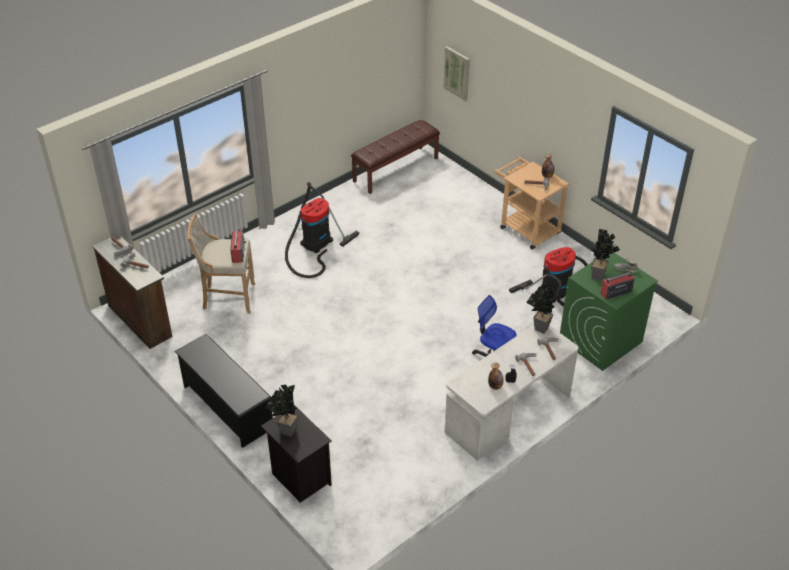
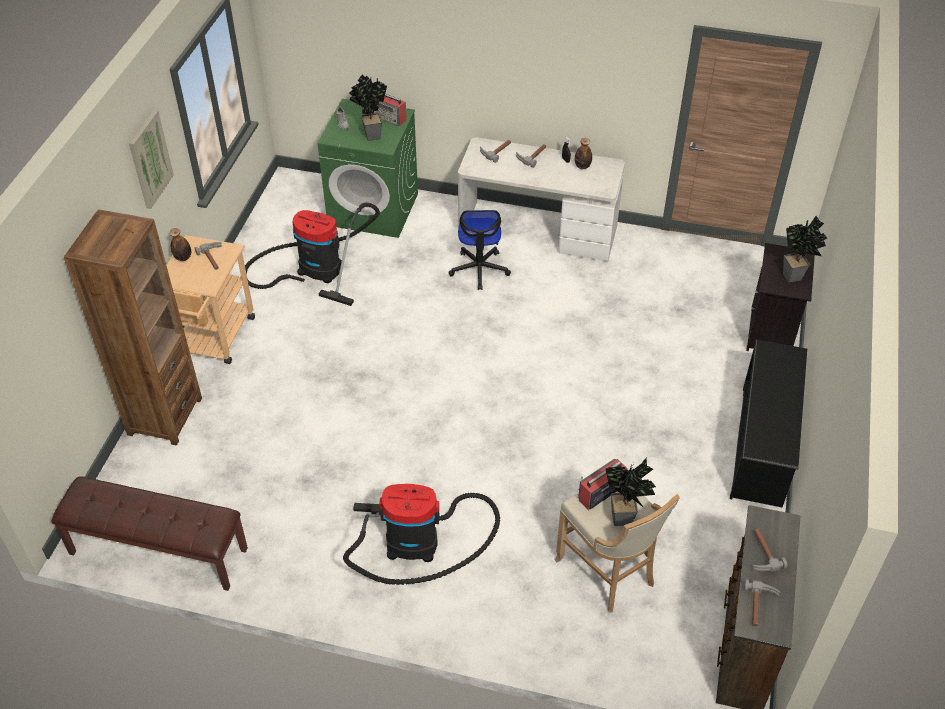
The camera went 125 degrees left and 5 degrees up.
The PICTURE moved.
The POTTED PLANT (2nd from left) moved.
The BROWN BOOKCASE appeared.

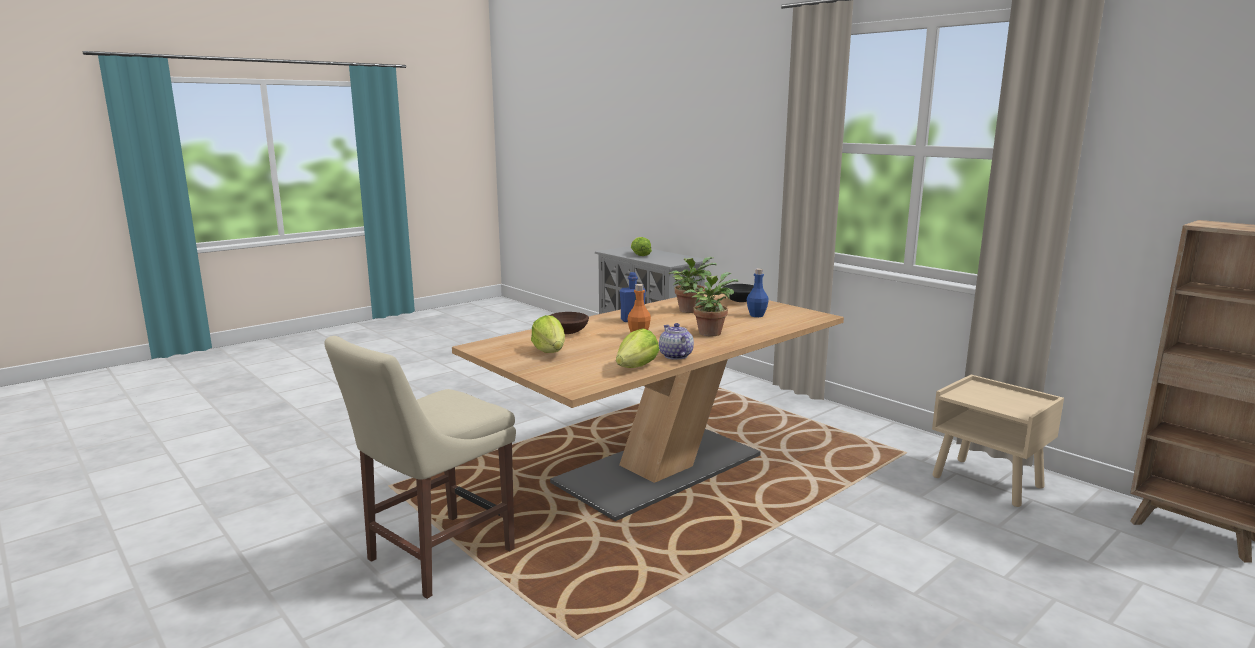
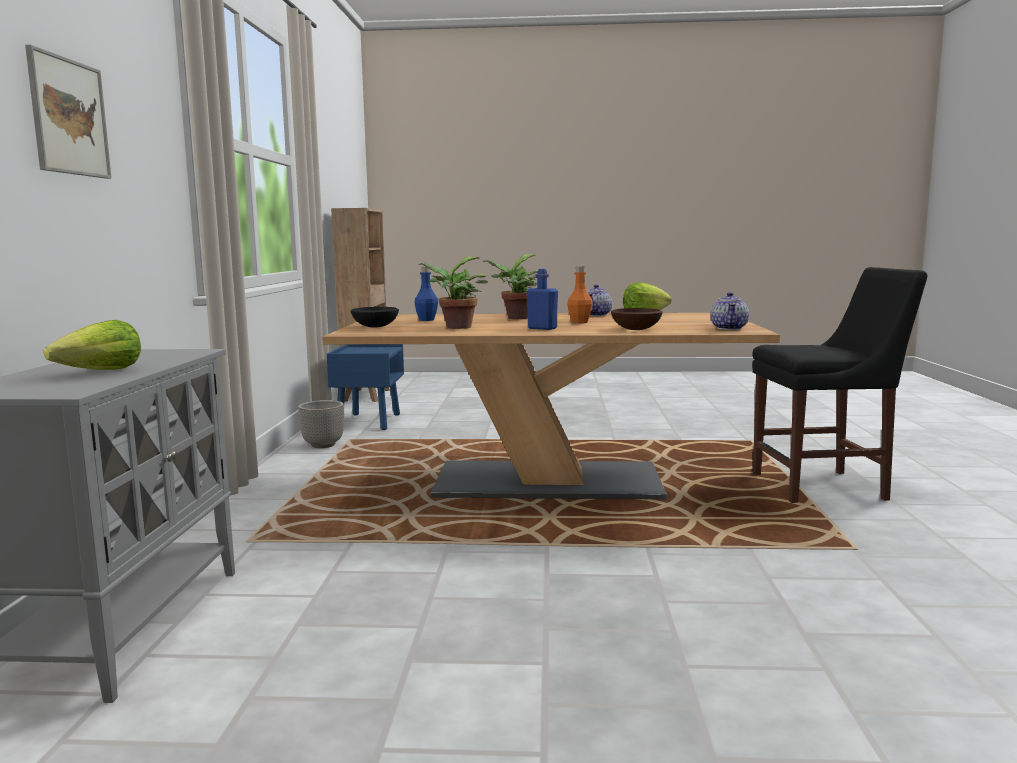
The camera went 135 degrees left and 5 degrees down.
The BEIGE CHAIR became the BLACK CHAIR.
The LETTUCE (1st from left) disappeared.
The BEIGE NIGHTSTAND became the BLUE NIGHTSTAND.
The PICTURE appeared.
The PLANTER appeared.
The TEAPOT (2nd from left) appeared.

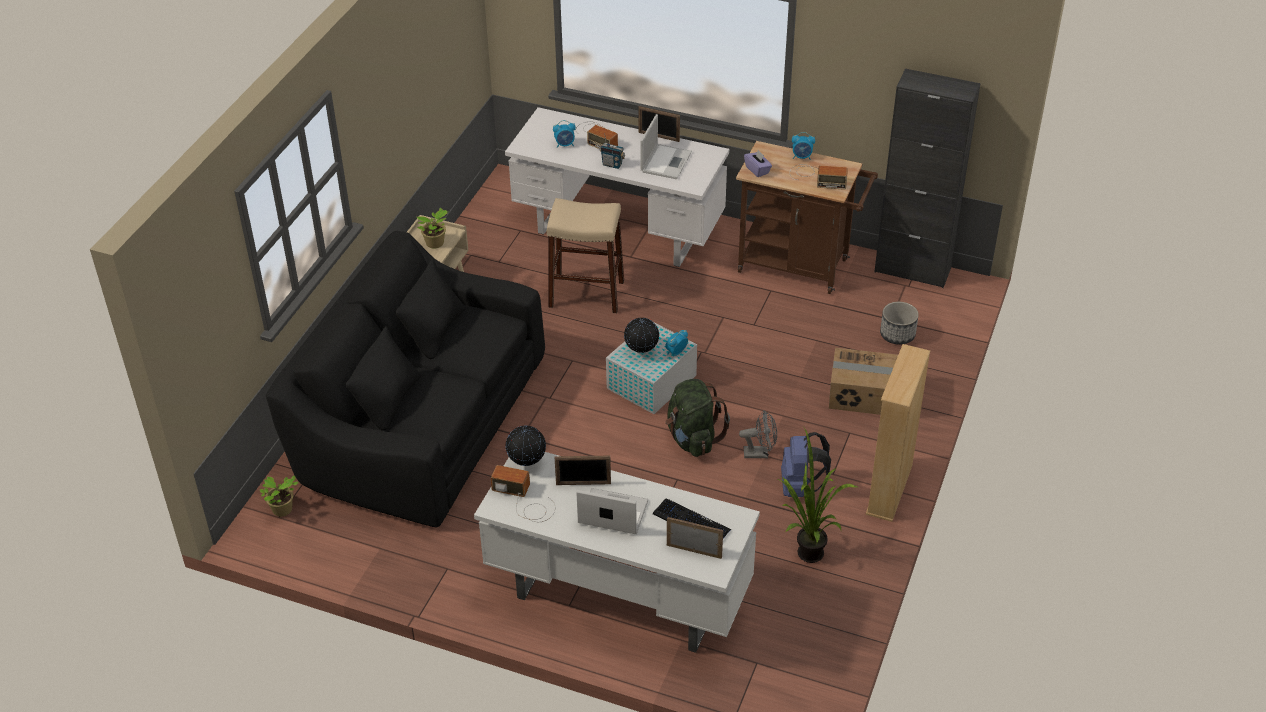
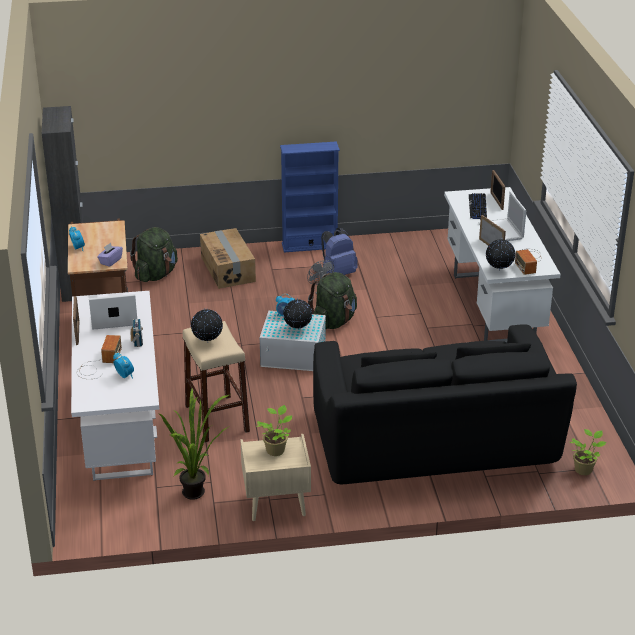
The camera went 120 degrees left and 10 degrees down.
The POTTED PLANT (3rd from left in the first image) moved.
The RADIO (4th from left) disappeared.
The BEIGE BOOKCASE became the BLUE BOOKCASE.
The PLANTER was replaced by the GREEN BACKPACK (1st from left).
The GLOBE (1st from left) appeared.

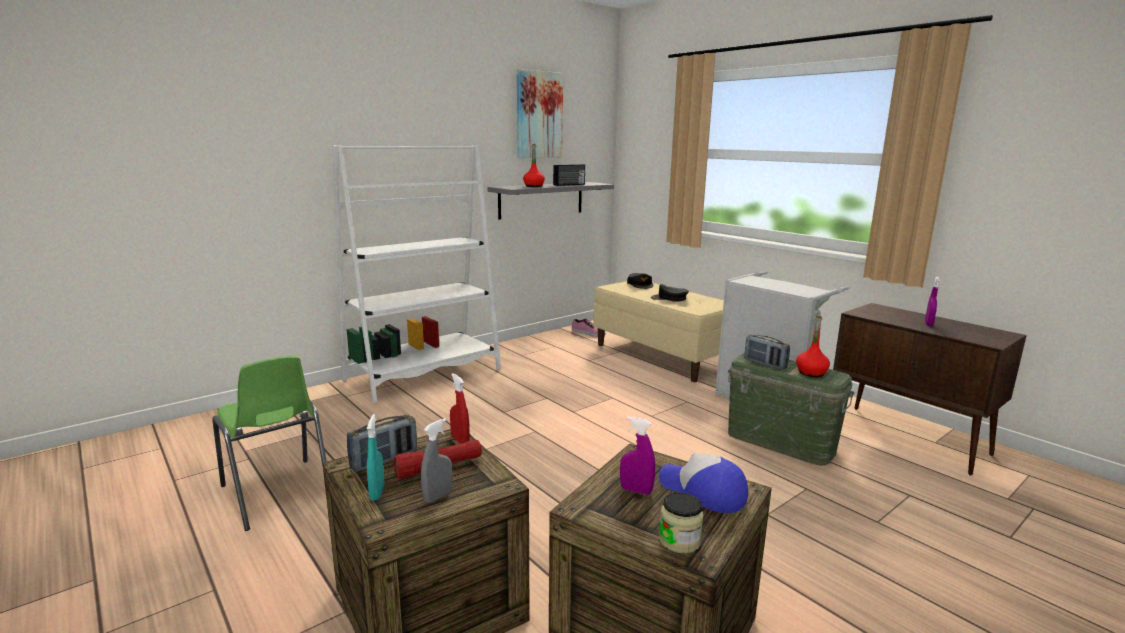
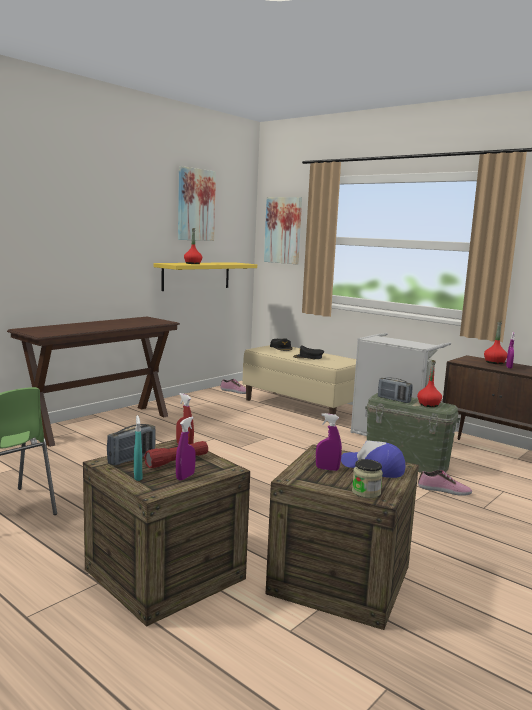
The camera went 10 degrees left and 5 degrees down.
The WHITE BOOKCASE was replaced by the BROWN CONSOLE TABLE.
The GREY SPRAY BOTTLE became the PURPLE SPRAY BOTTLE (1st from left).
The GREY SHELF became the YELLOW SHELF.
The RADIO (2nd from left) disappeared.
The PICTURE (2nd from left) appeared.
The SHOE (2nd from left) appeared.
The RED BOTTLE (3rd from left) appeared.

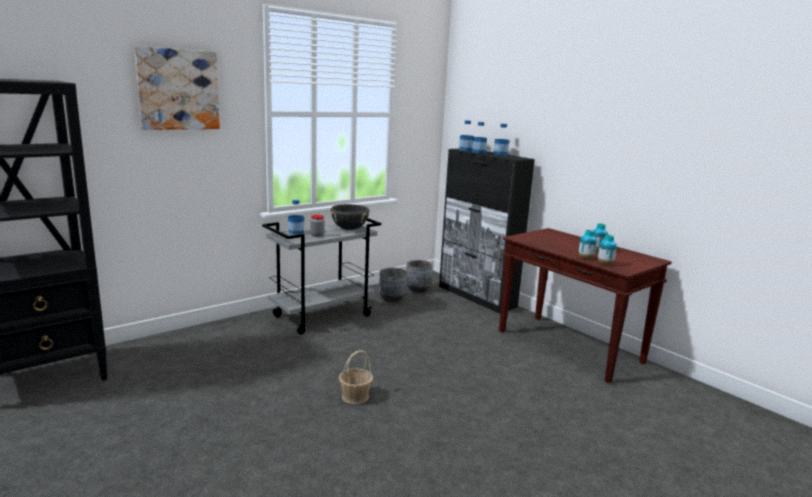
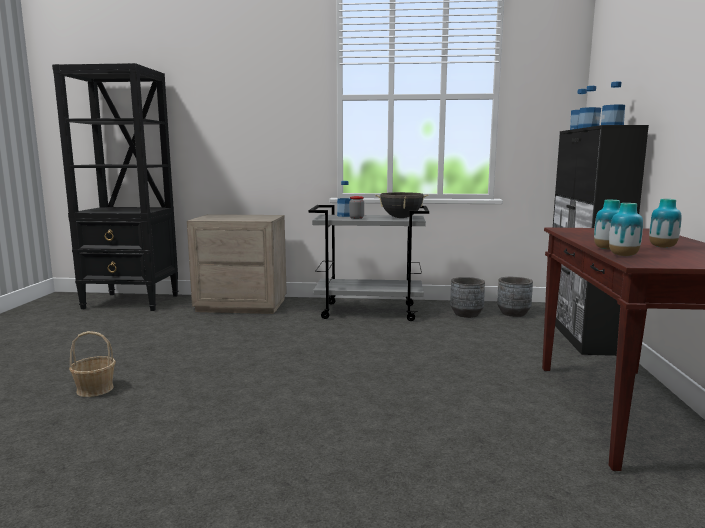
The camera went 45 degrees right and 5 degrees down.
The PICTURE disappeared.
The BASKET moved.
The BEIGE NIGHTSTAND appeared.

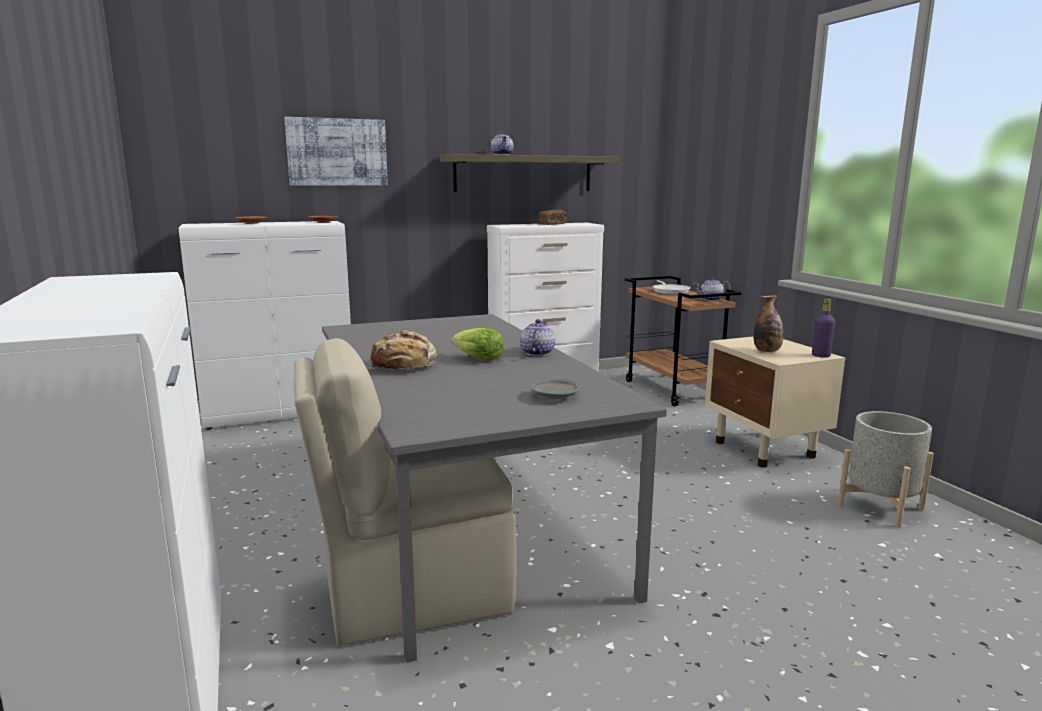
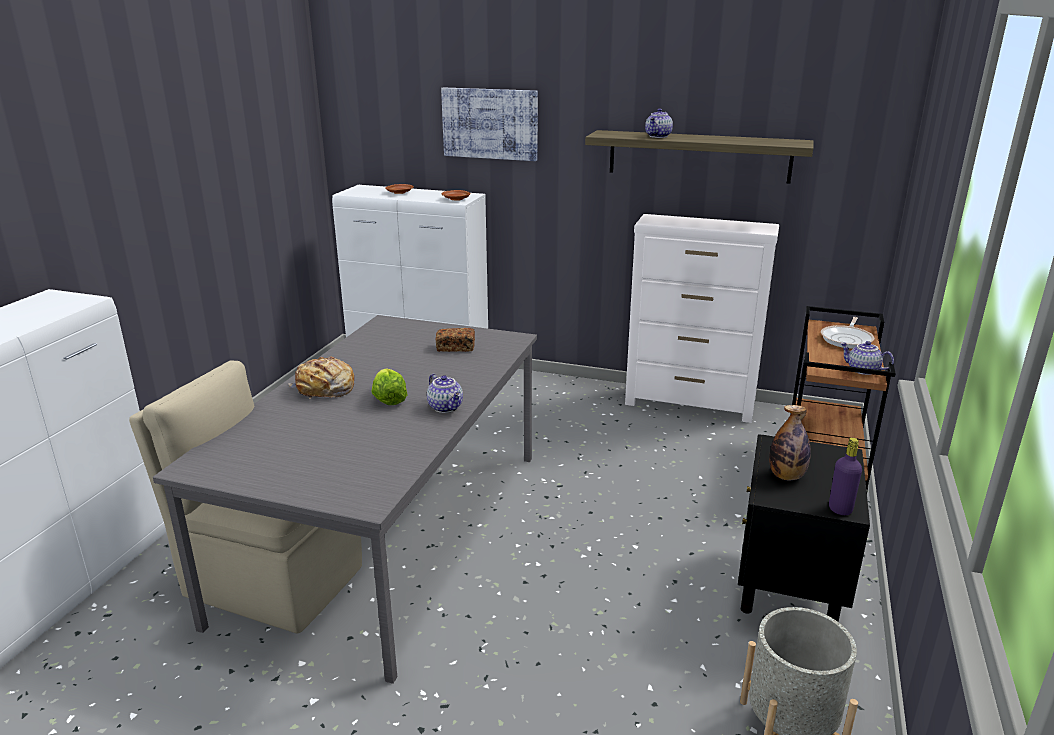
The camera went 40 degrees right and 10 degrees up.
The TEAPOT (2nd from left in the first image) turned 90 degrees clockwise.
The GREY PLATE disappeared.
The BREAD (2nd from left) moved.
The BEIGE NIGHTSTAND became the BLACK NIGHTSTAND.

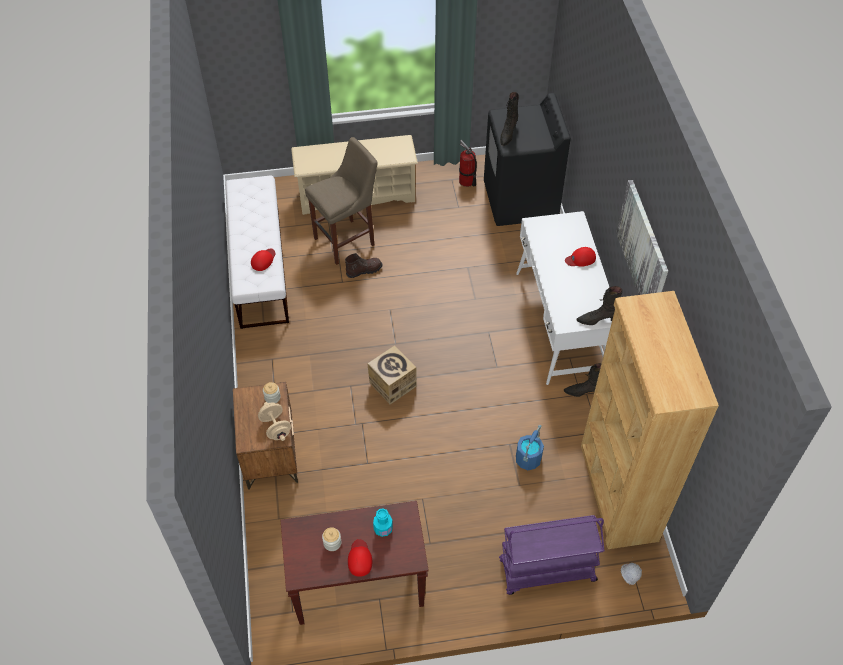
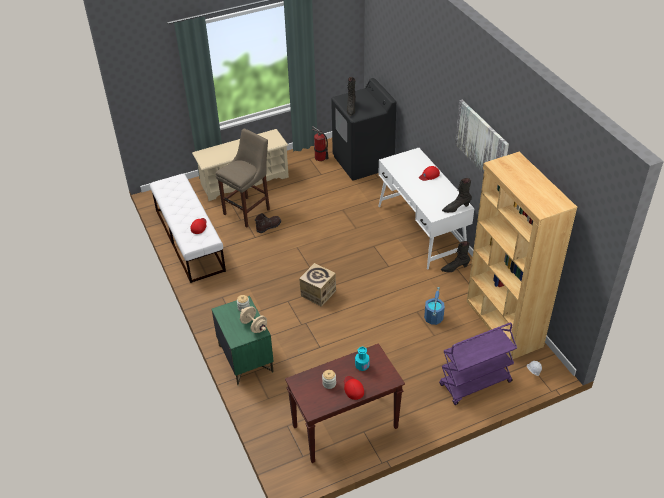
The camera went 15 degrees left and 10 degrees down.
The BROWN NIGHTSTAND became the GREEN NIGHTSTAND.

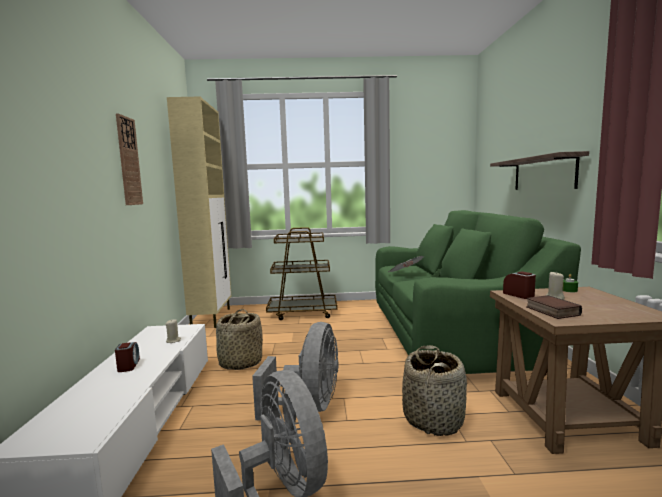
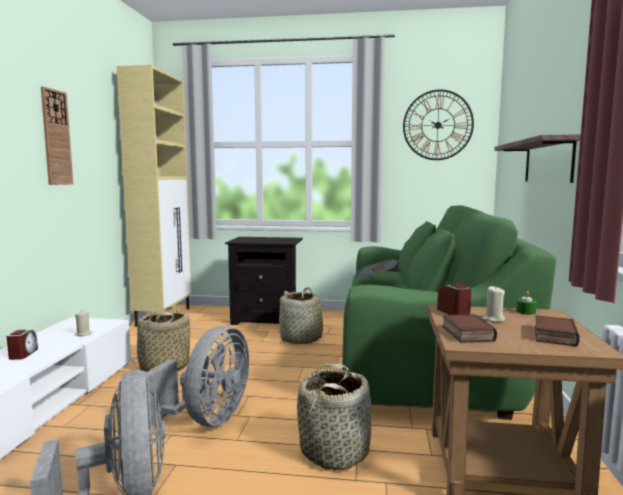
The camera went 10 degrees right and 0 degrees up.
The BROWN CART was replaced by the BLACK NIGHTSTAND.
The BASKET (2nd from left) appeared.
The WALL CLOCK (2nd from left) appeared.
The BOOK (2nd from left) appeared.

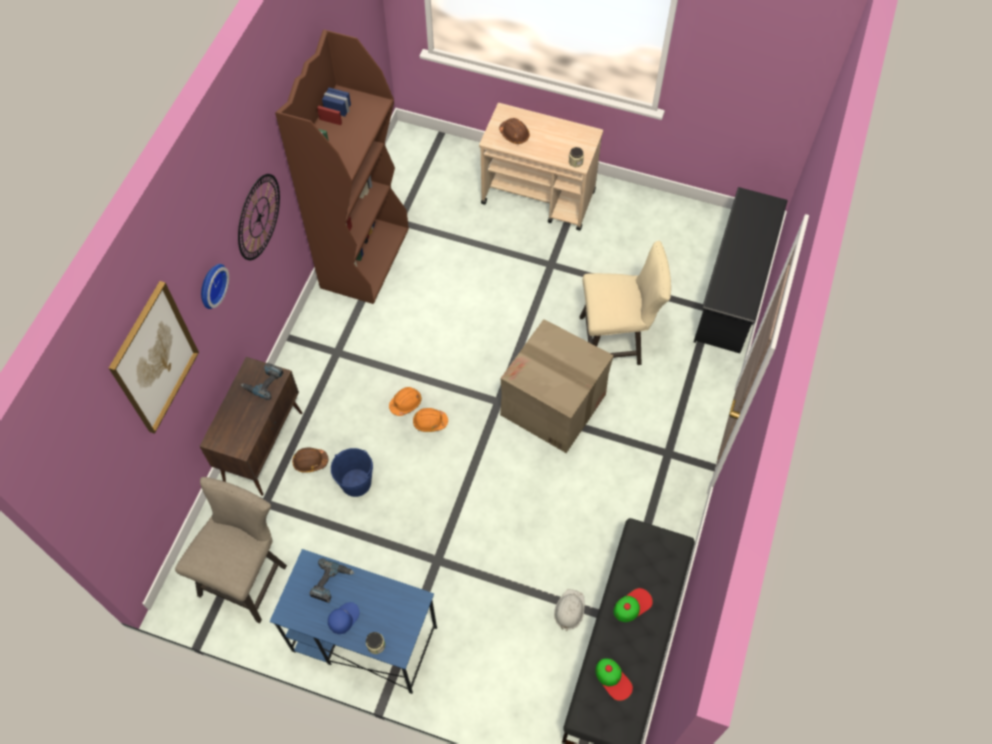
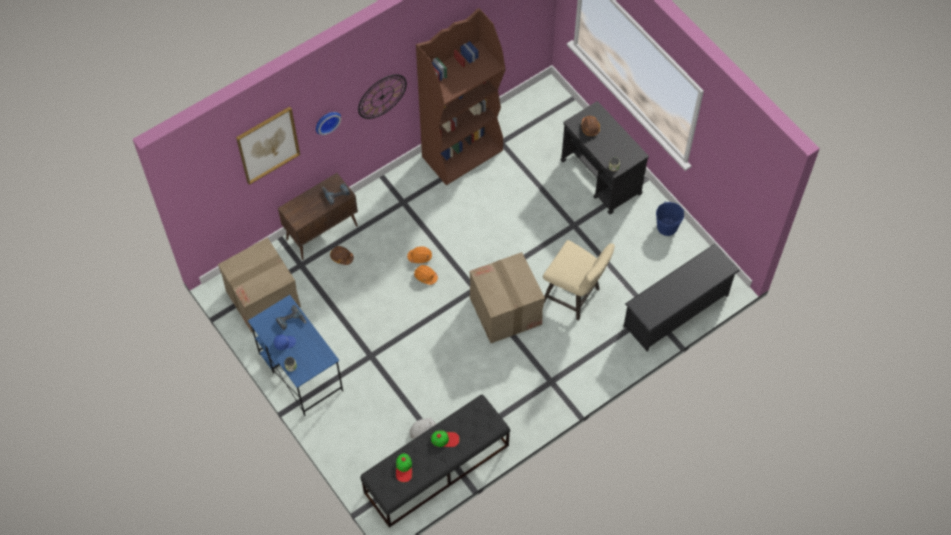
The camera went 35 degrees right and 0 degrees up.
The BEIGE STOOL (1st from left) was replaced by the CARDBOARD BOX (1st from left).
The BLUE BUCKET moved.
The BEIGE CART became the BLACK CART.

